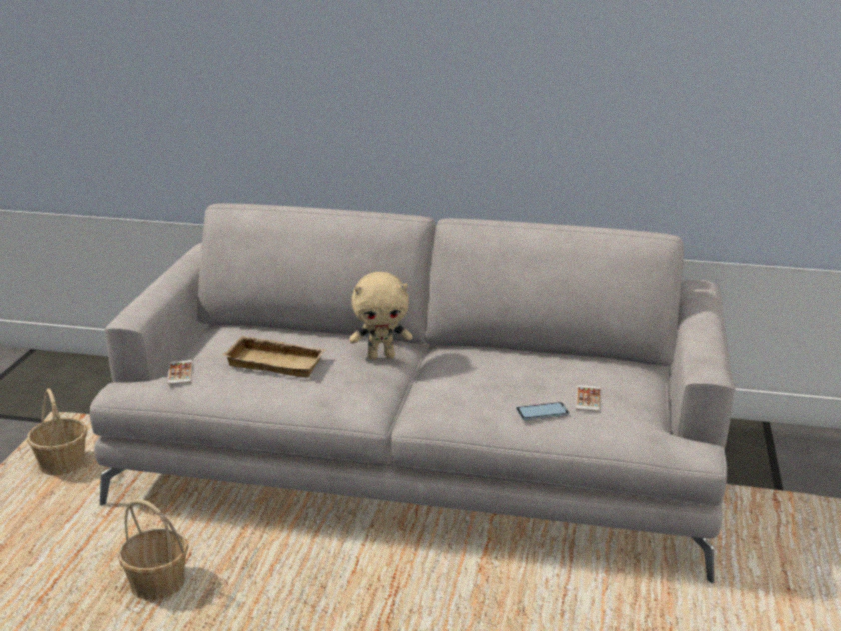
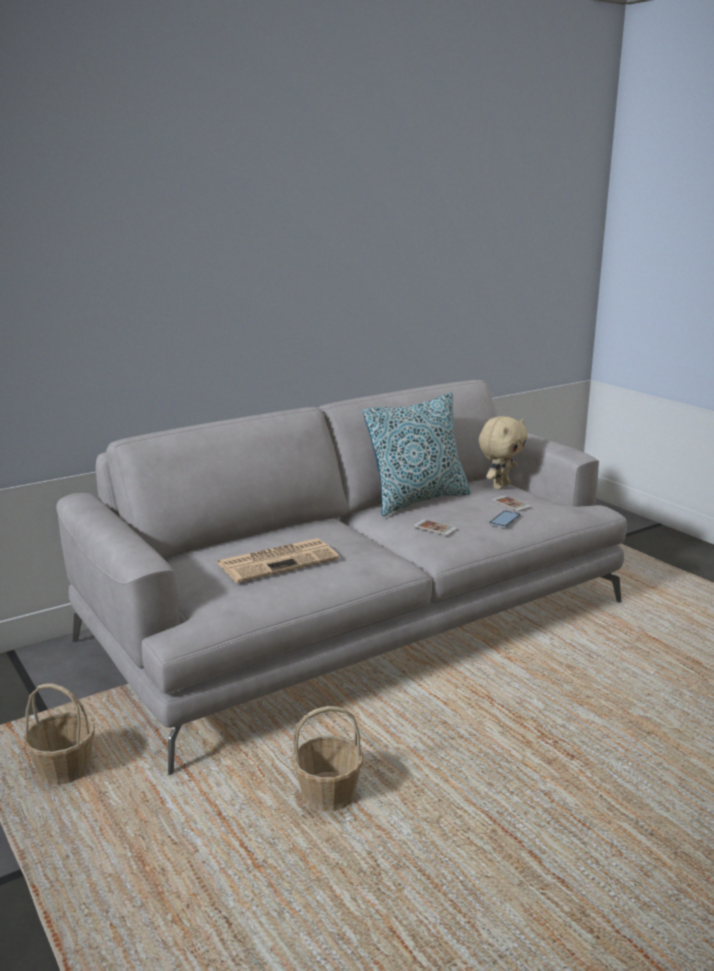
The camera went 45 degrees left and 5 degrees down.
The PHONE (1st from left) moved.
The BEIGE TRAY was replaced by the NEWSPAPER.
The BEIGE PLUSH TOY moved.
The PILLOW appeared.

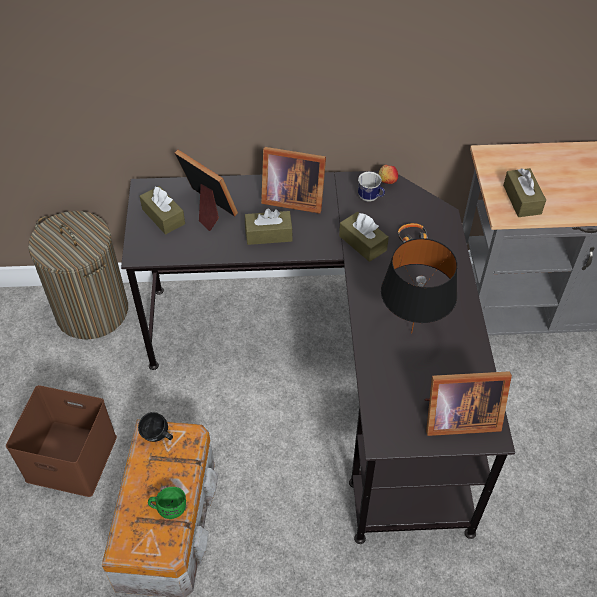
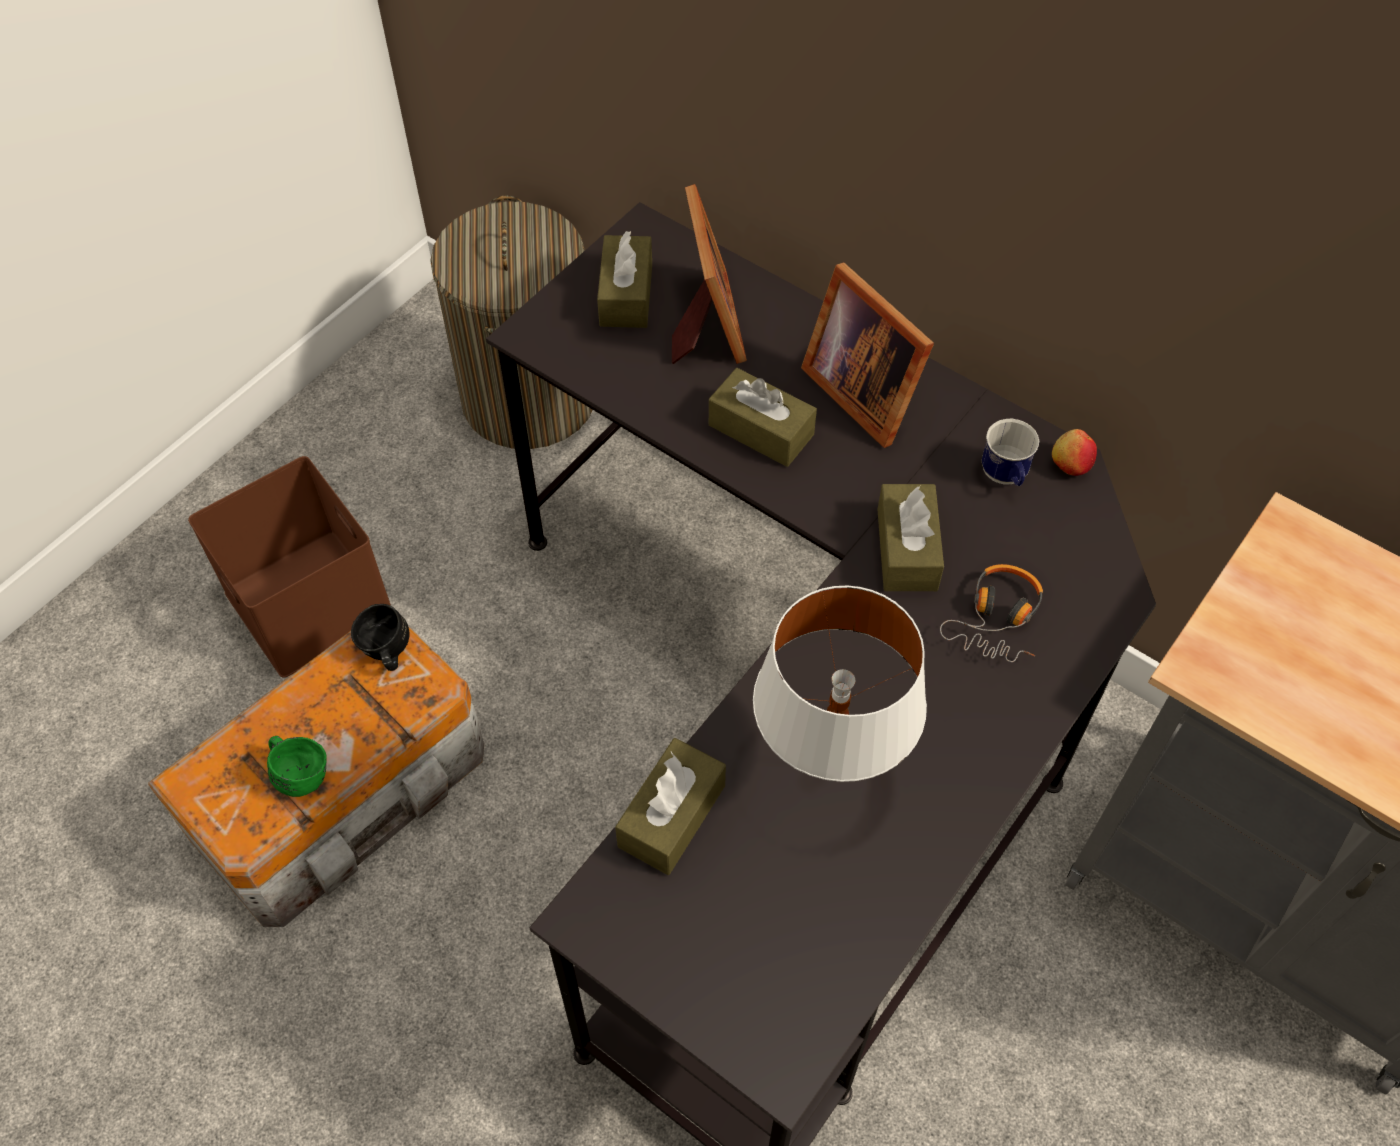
The camera went 40 degrees right and 5 degrees up.
The BLACK TABLE LAMP became the WHITE TABLE LAMP.
The PICTURE FRAME (3rd from left) disappeared.
The BROWN TISSUE BOX (4th from left in the first image) moved.

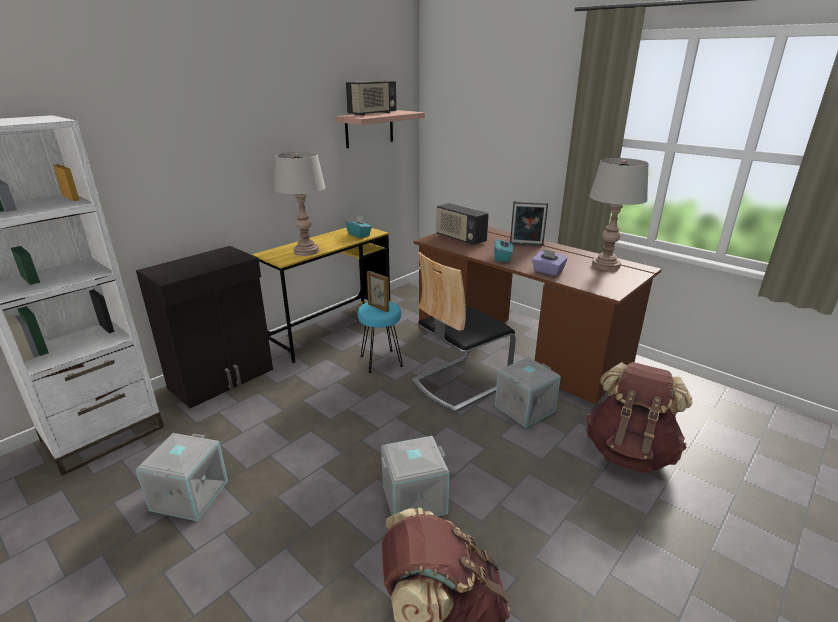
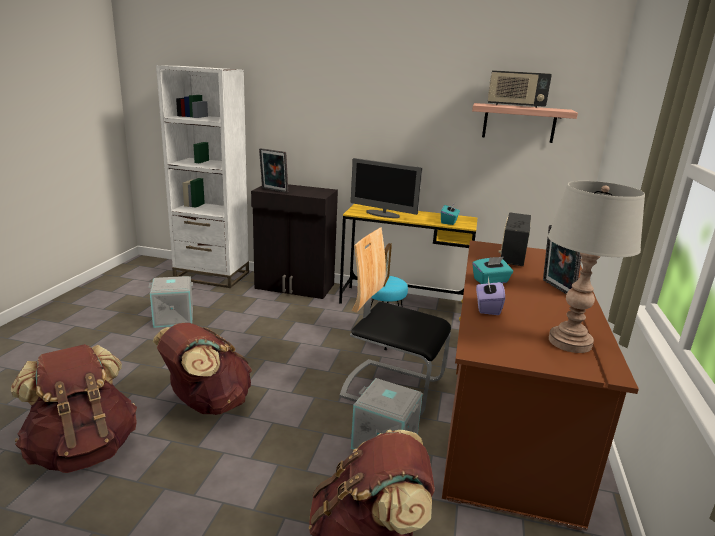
The camera went 60 degrees right and 5 degrees down.
The GREY TABLE LAMP (1st from left) was replaced by the MONITOR.
The GREY STORAGE BOX (2nd from left) was replaced by the BROWN BACKPACK (2nd from left).
The PICTURE FRAME (1st from left) appeared.

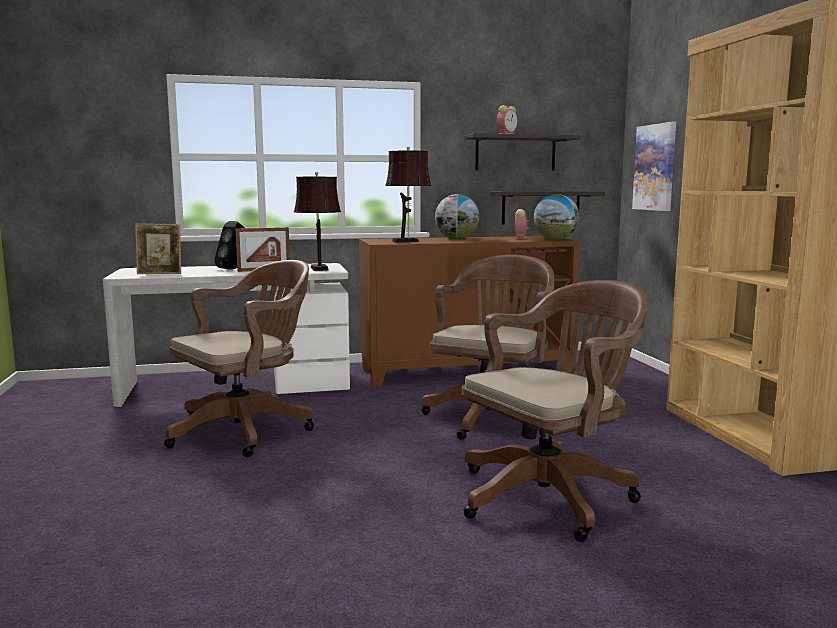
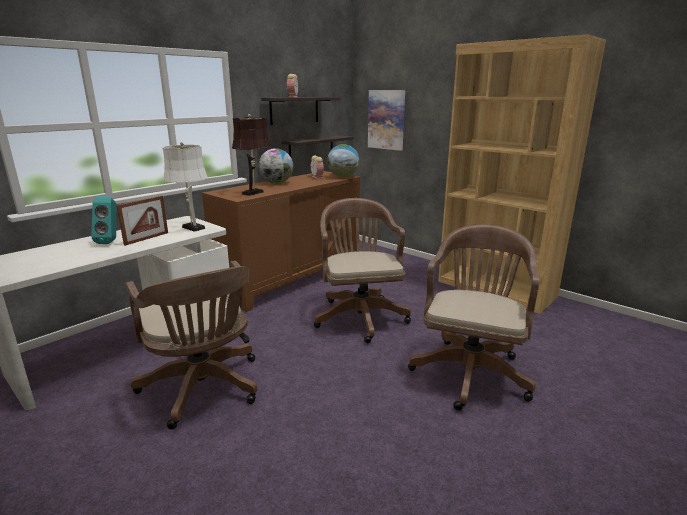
The camera went 35 degrees left and 10 degrees up.
The PICTURE FRAME (1st from left) disappeared.
The BROWN OFFICE CHAIR (1st from left) turned 135 degrees clockwise.
The BLACK SPEAKER became the TURQUOISE SPEAKER.
The BROWN TABLE LAMP (1st from left) became the WHITE TABLE LAMP.

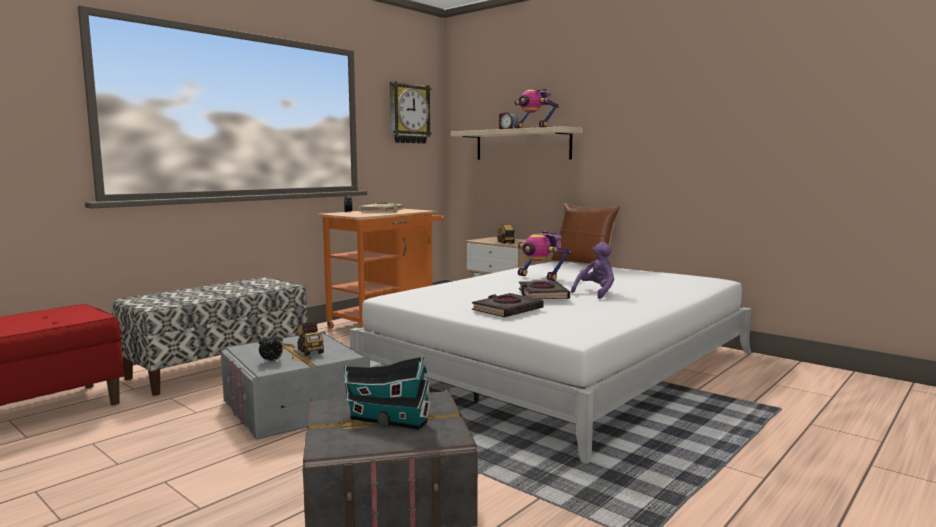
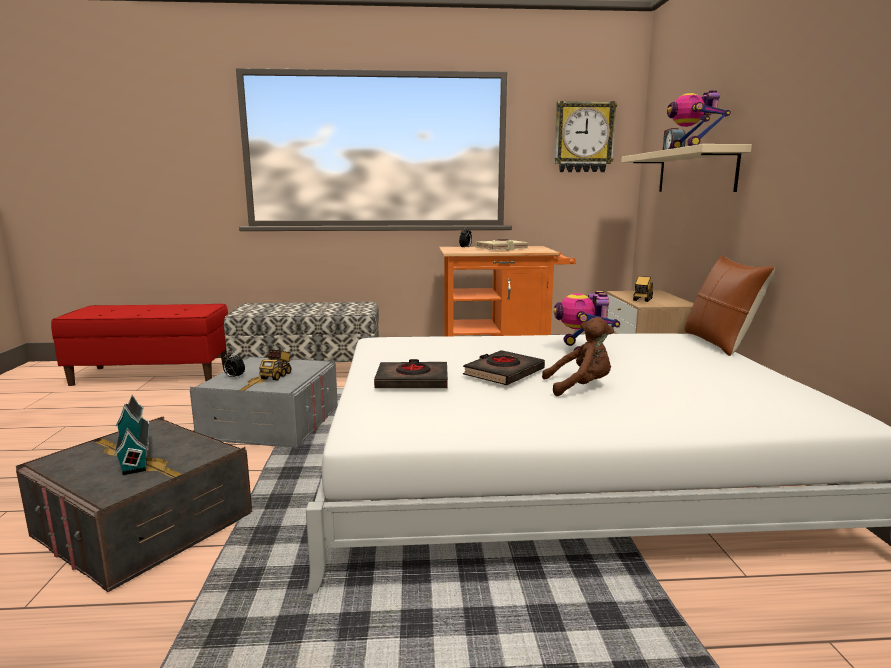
The camera went 45 degrees right and 5 degrees up.
The PURPLE PLUSH TOY became the BROWN PLUSH TOY.

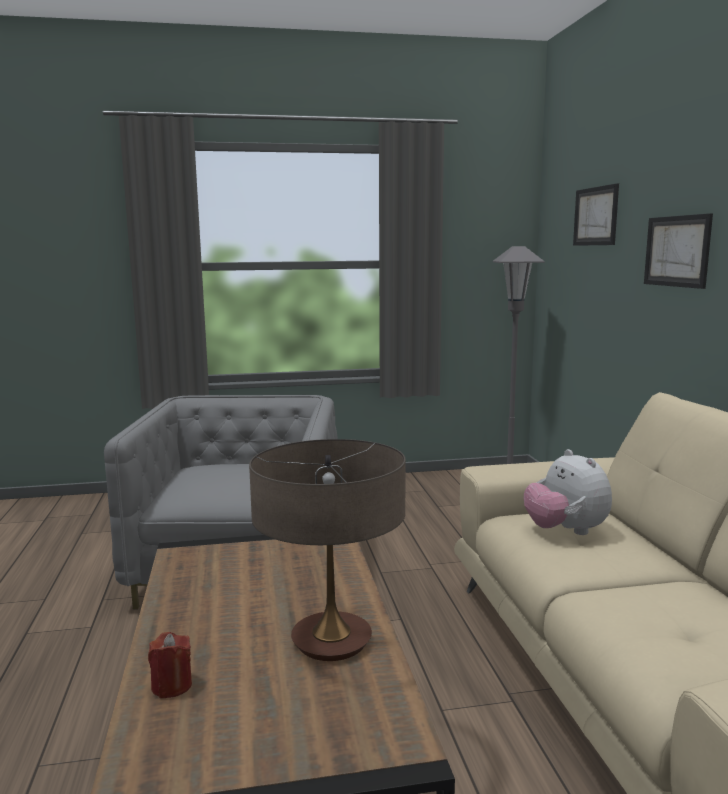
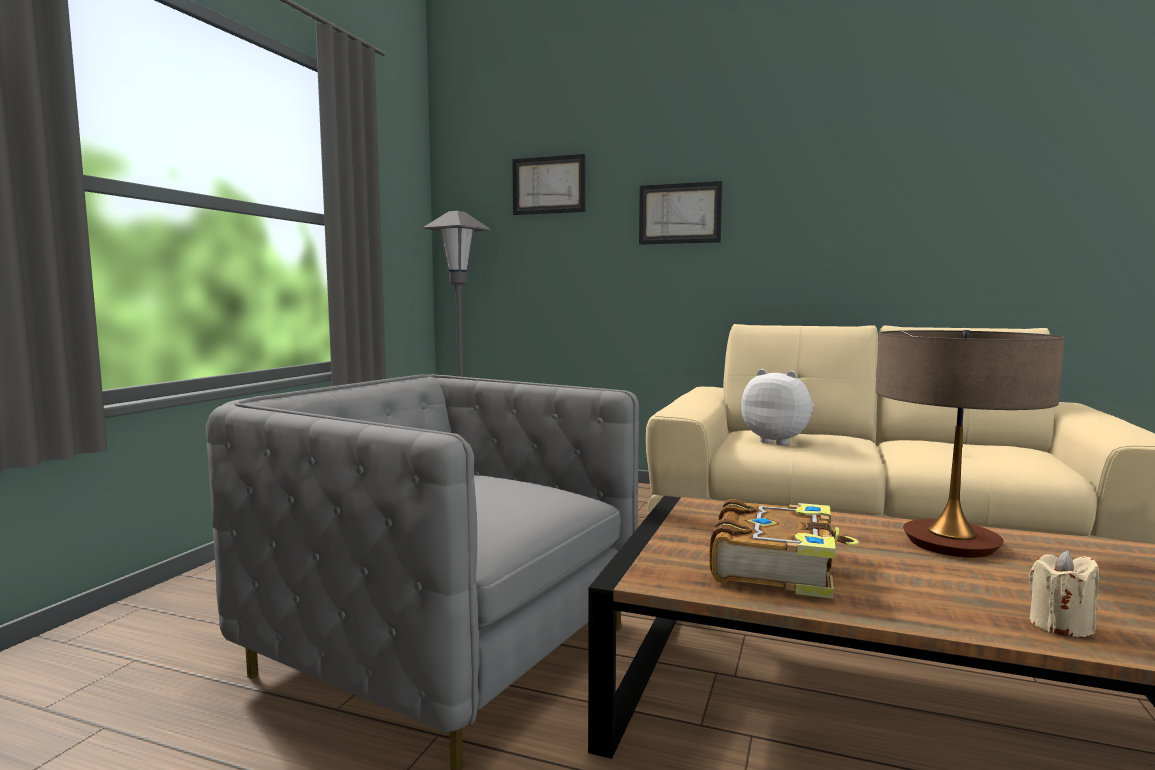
The camera went 60 degrees left and 5 degrees down.
The RED CANDLE became the BEIGE CANDLE.
The PLUSH TOY turned 150 degrees counterclockwise.
The BOOK appeared.

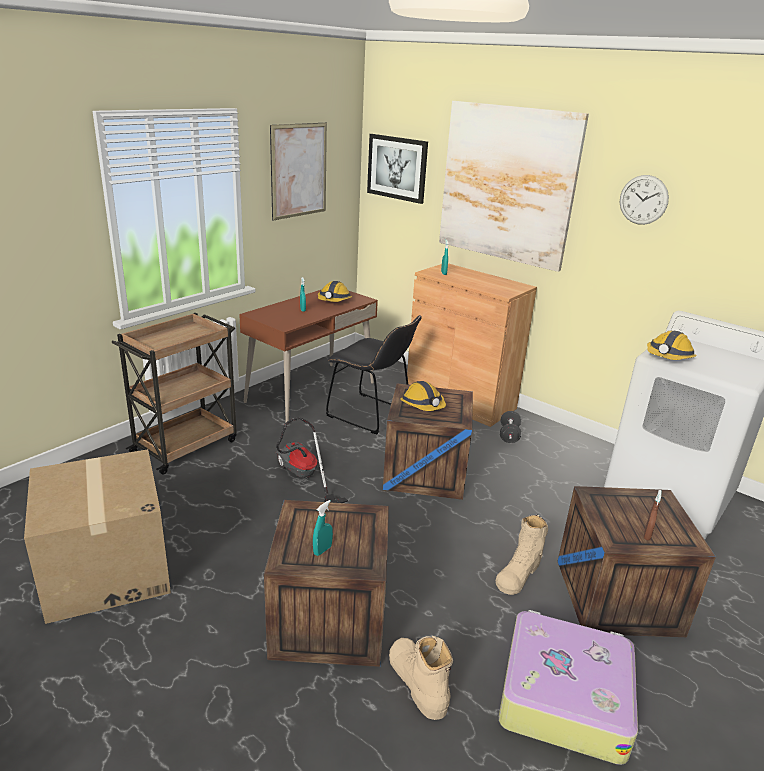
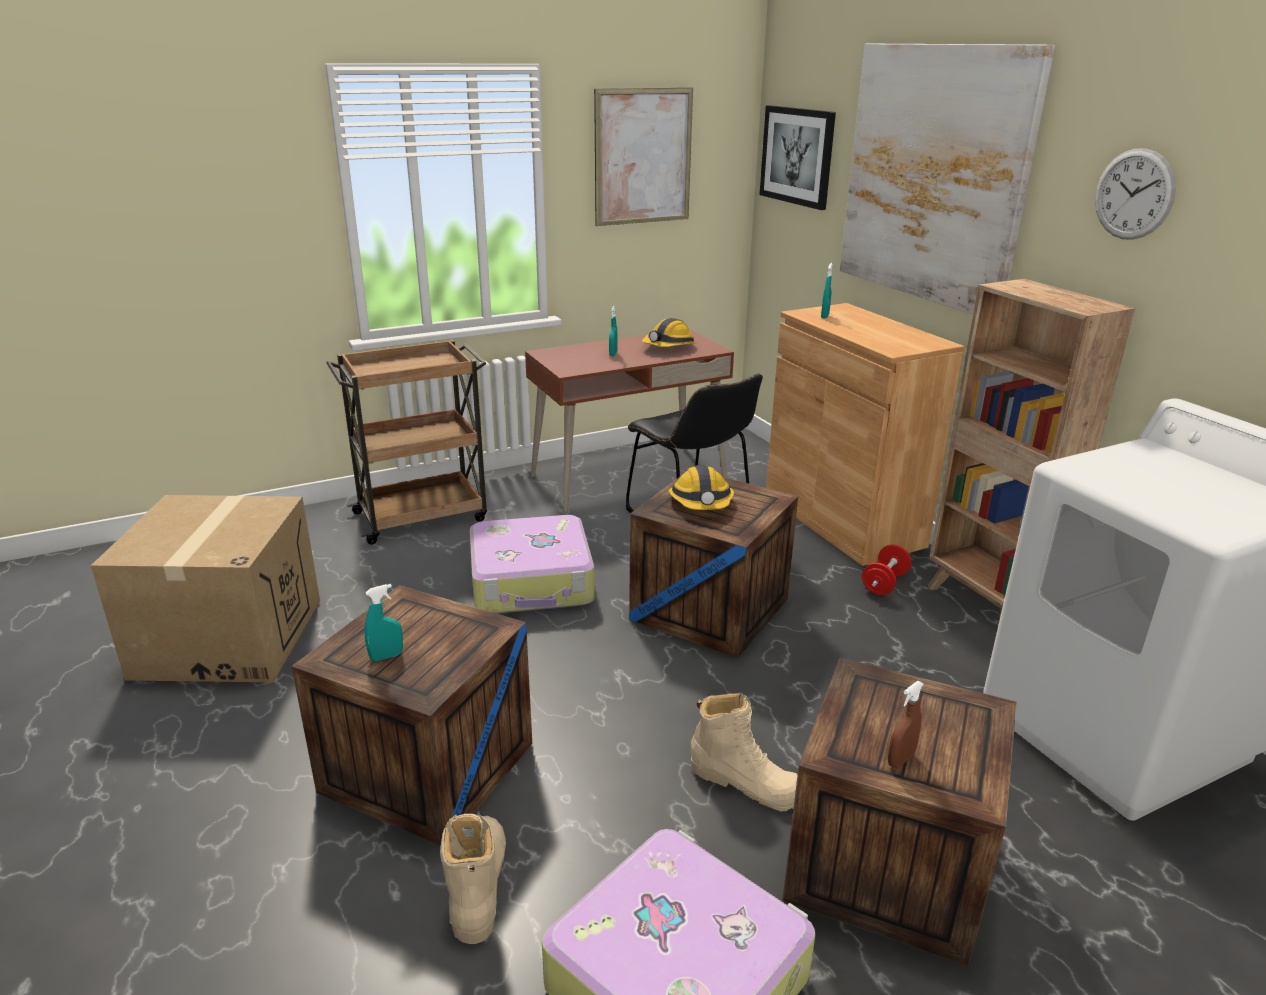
The camera went 25 degrees right and 0 degrees up.
The VACUUM CLEANER was replaced by the SUITCASE (1st from left).
The BEIGE BOOT (2nd from left) turned 120 degrees counterclockwise.
The BLACK DUMBBELL became the RED DUMBBELL.
The HARD HAT (3rd from left) disappeared.
The BROWN BOOKCASE appeared.

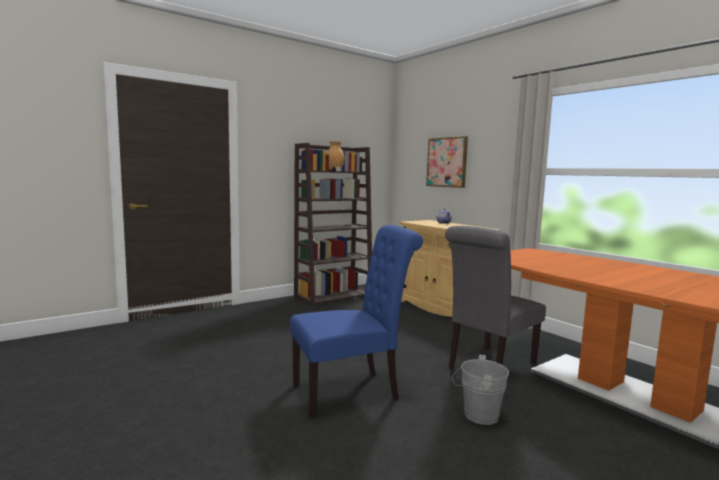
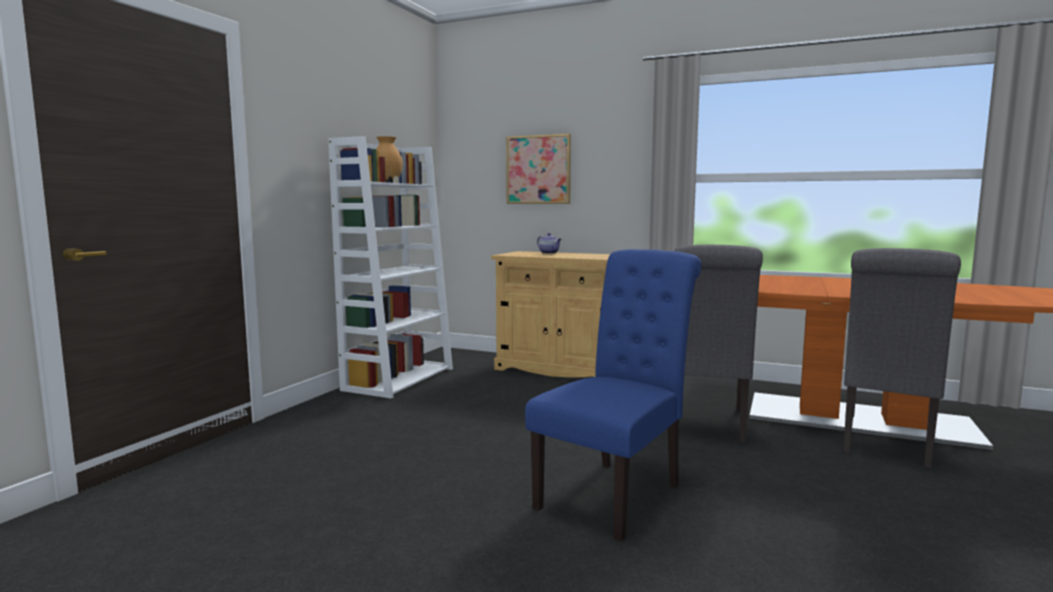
The camera went 30 degrees left and 0 degrees up.
The BROWN BOOKCASE became the WHITE BOOKCASE.
The GREY BUCKET disappeared.
The GREY CHAIR (2nd from left) appeared.

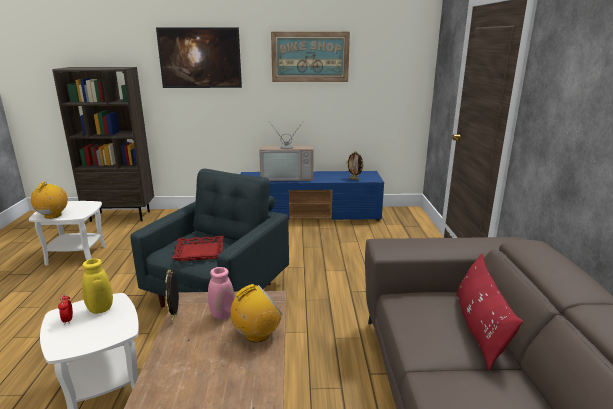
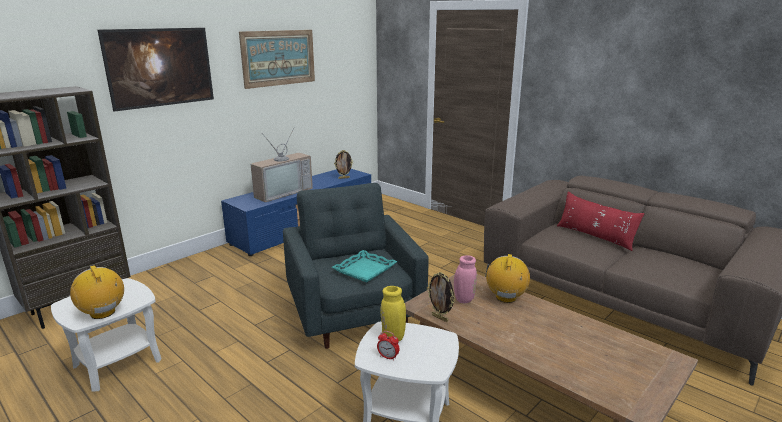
The camera went 45 degrees left and 0 degrees up.
The RED TRAY became the TURQUOISE TRAY.

